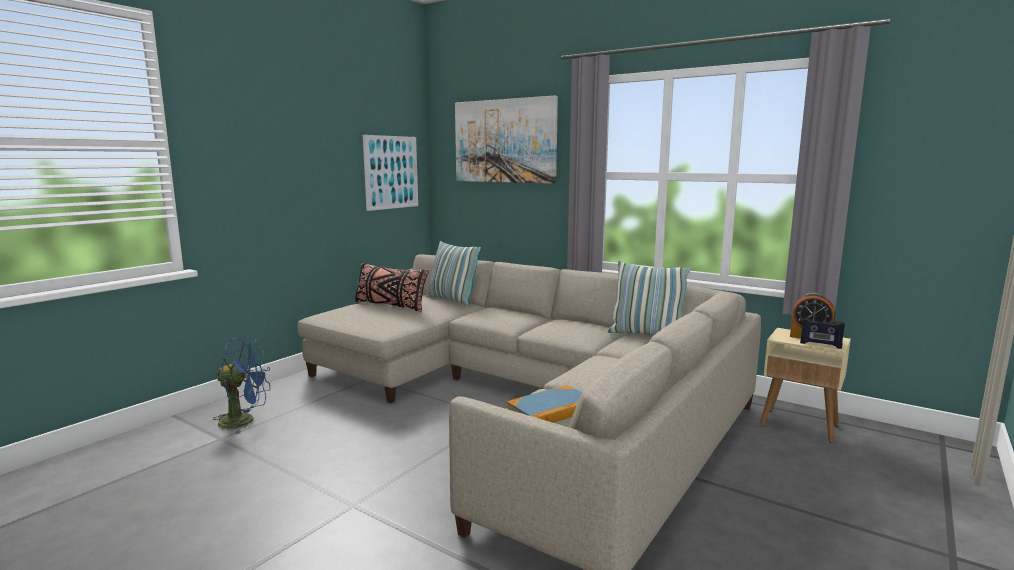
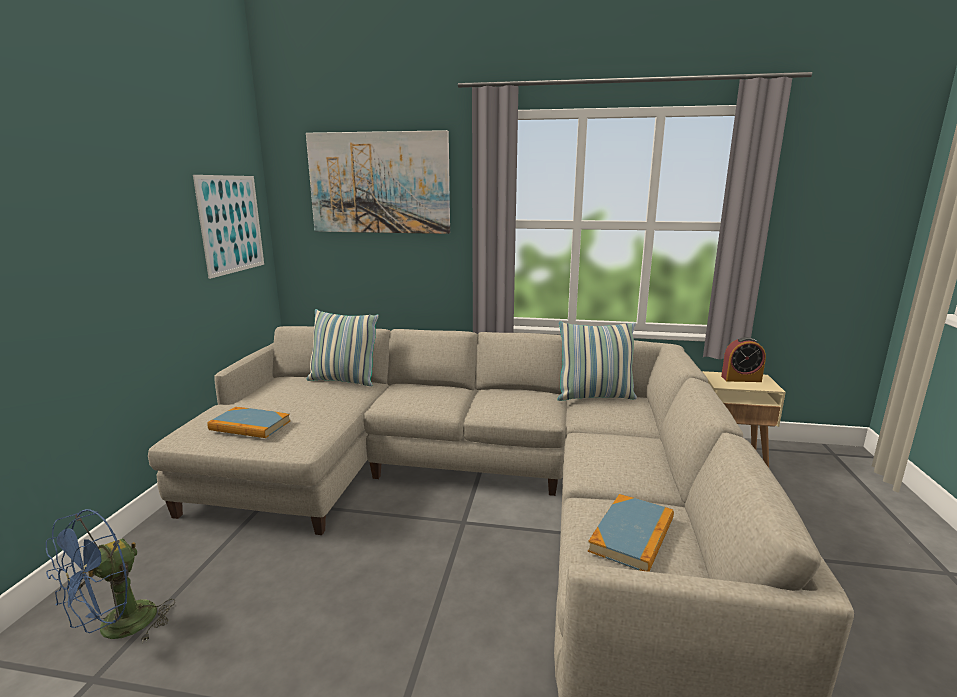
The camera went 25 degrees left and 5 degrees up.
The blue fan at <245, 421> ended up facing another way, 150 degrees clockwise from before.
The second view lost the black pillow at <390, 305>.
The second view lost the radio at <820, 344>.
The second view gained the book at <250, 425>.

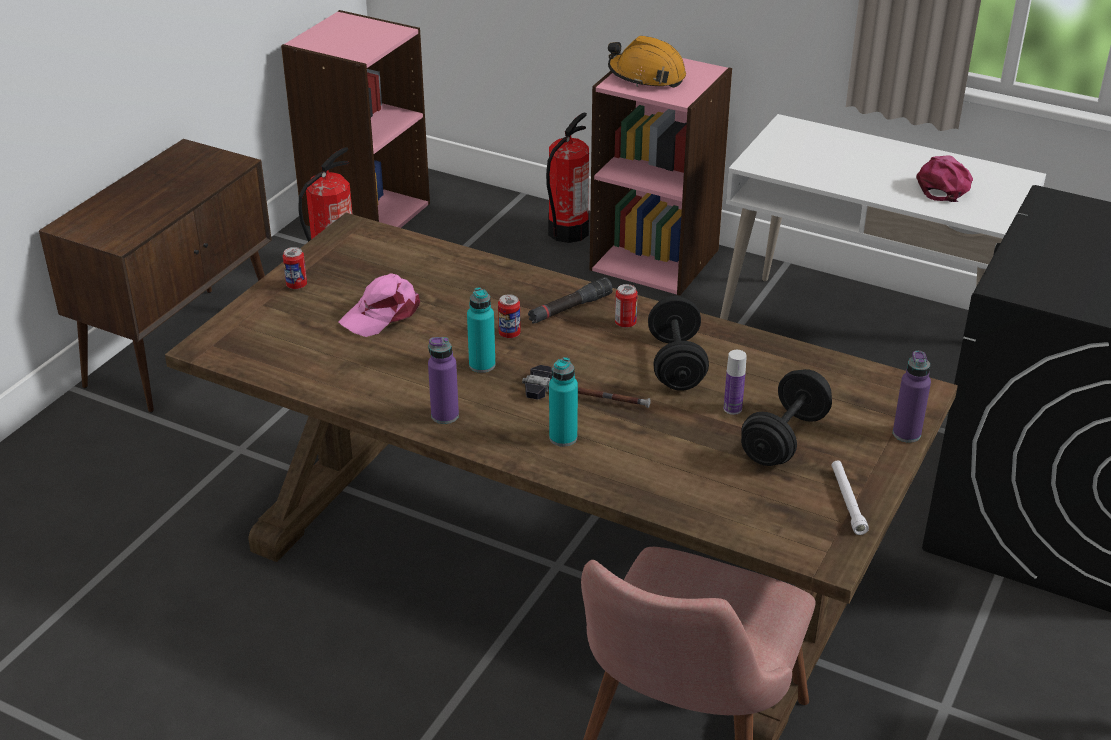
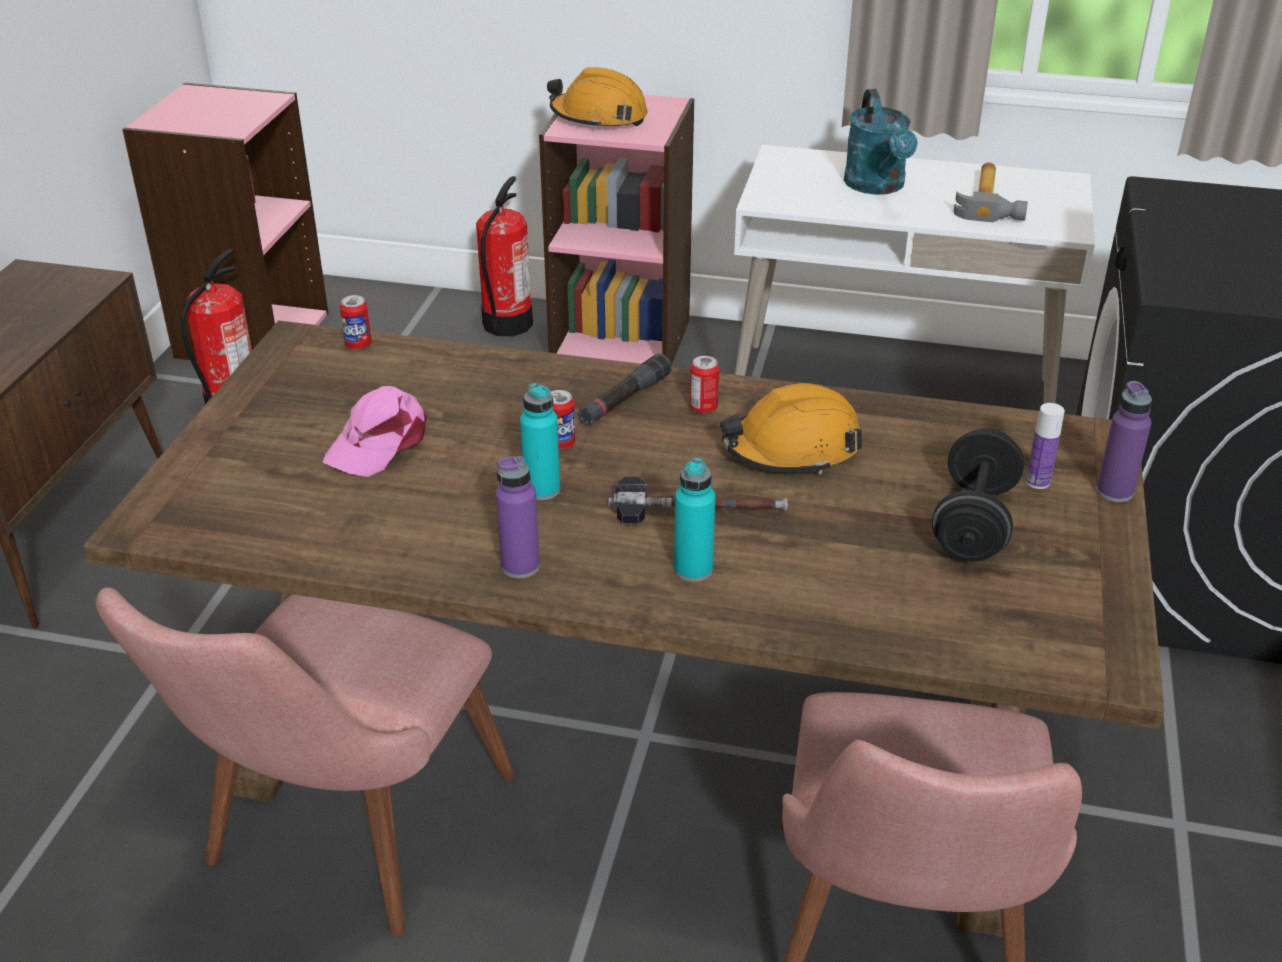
The camera went 15 degrees left and 0 degrees up.
The can ended up elsewhere, having gone from <296, 285> to <358, 345>.
Where the black dumbbell stood at <676, 364>, the orange hard hat came to stand at <791, 449>.
The bottle ended up elsewhere, having gone from <732, 409> to <1037, 482>.
The second view lost the white flashlight at <847, 501>.
Where the pink cap stood at <945, 185>, the hammer came to stand at <990, 199>.
The second view gained the pink chair at <341, 845>.
The second view gained the turquoise watering can at <878, 187>.

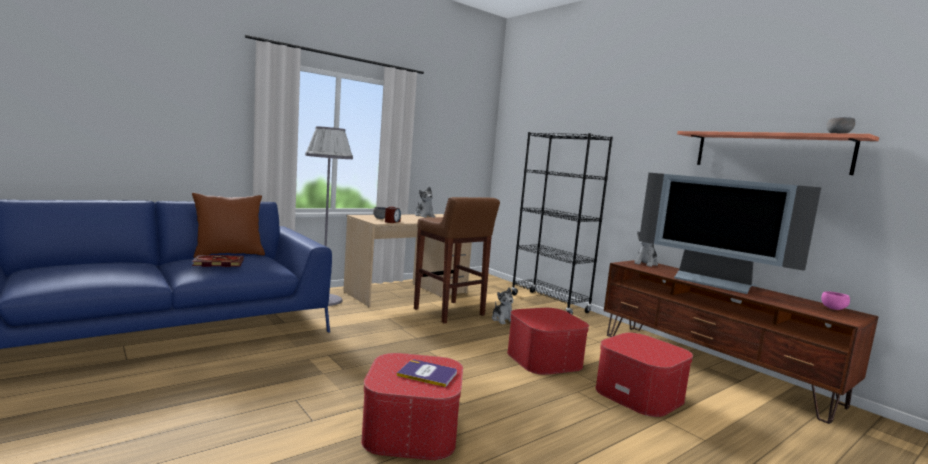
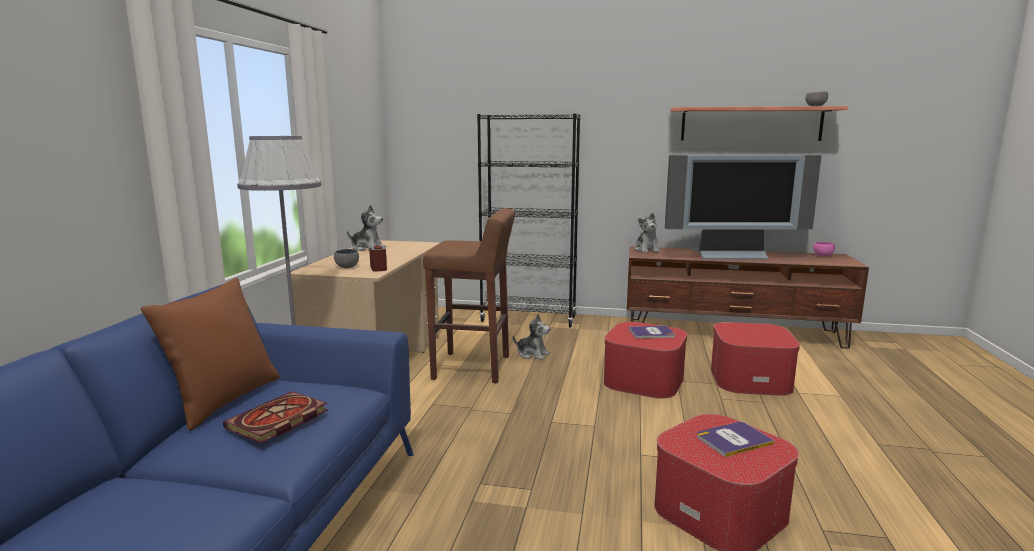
The camera went 40 degrees left and 5 degrees up.
The second view gained the book at <651, 333>.

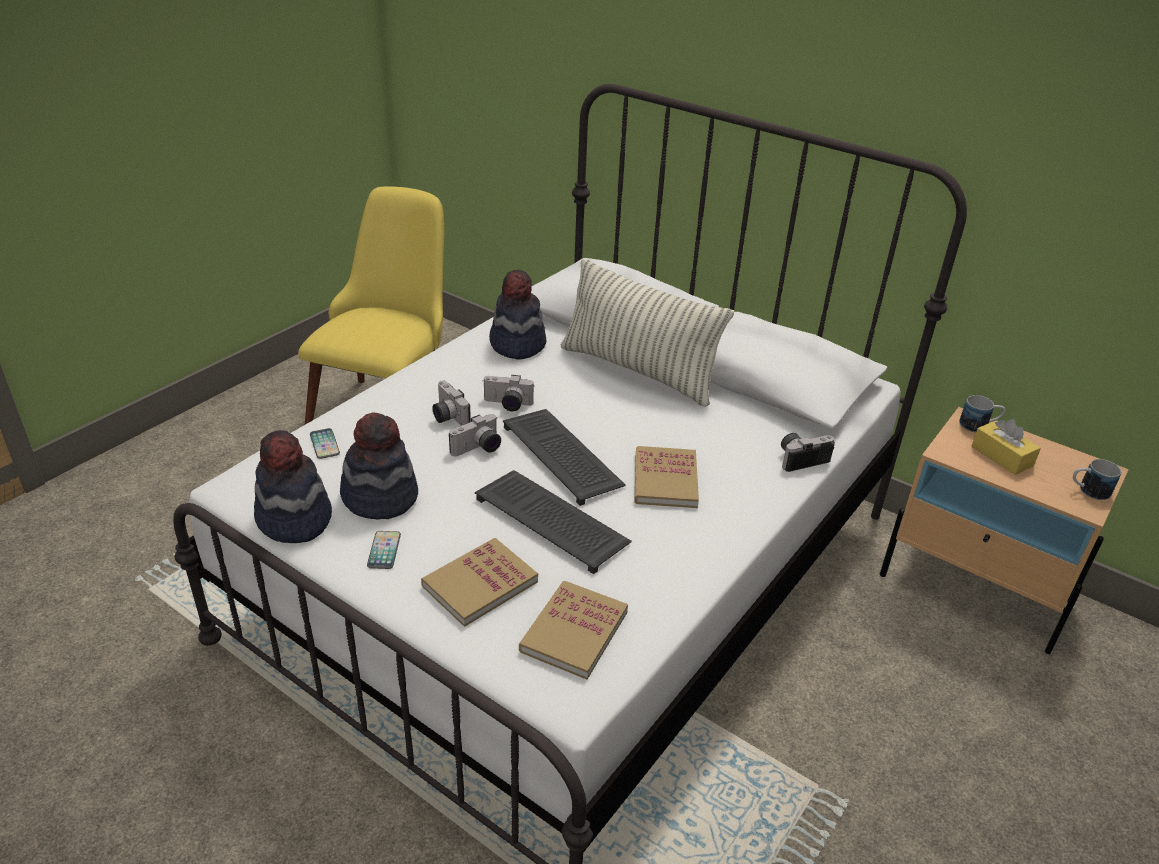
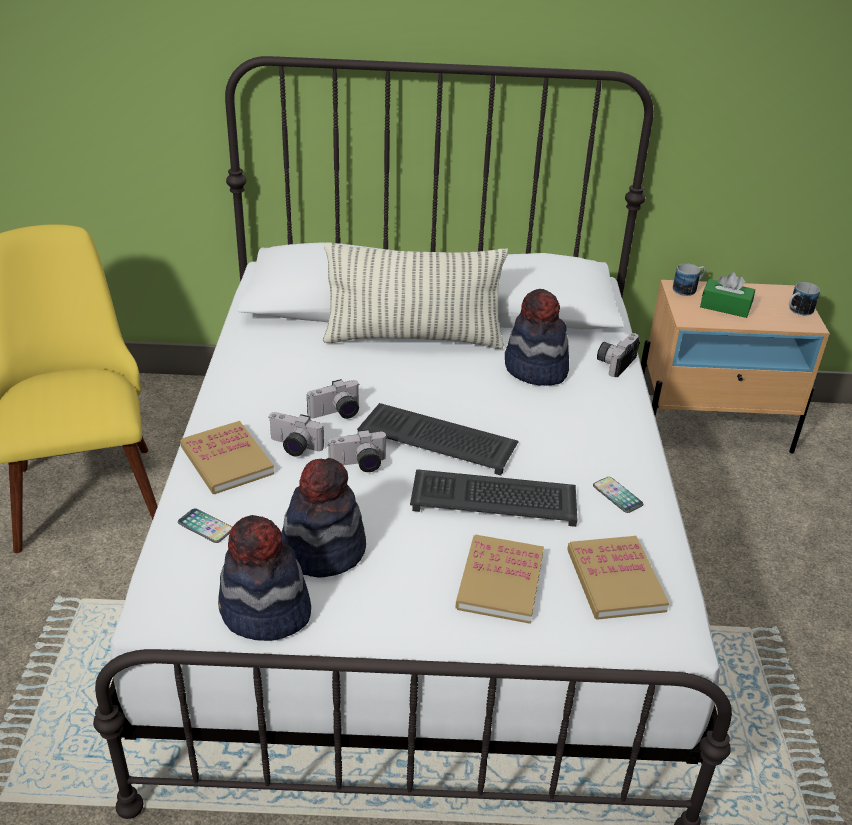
The camera went 35 degrees left and 0 degrees up.
The phone ended up elsewhere, having gone from <384, 550> to <617, 495>.
The photo camera at <478, 449> ended up facing another way, 60 degrees clockwise from before.
The hat ended up elsewhere, having gone from <517, 344> to <535, 369>.
The book ended up elsewhere, having gone from <665, 480> to <227, 460>.
What was the yellow tissue box at <1001, 456> turned into the green tissue box at <725, 307>.

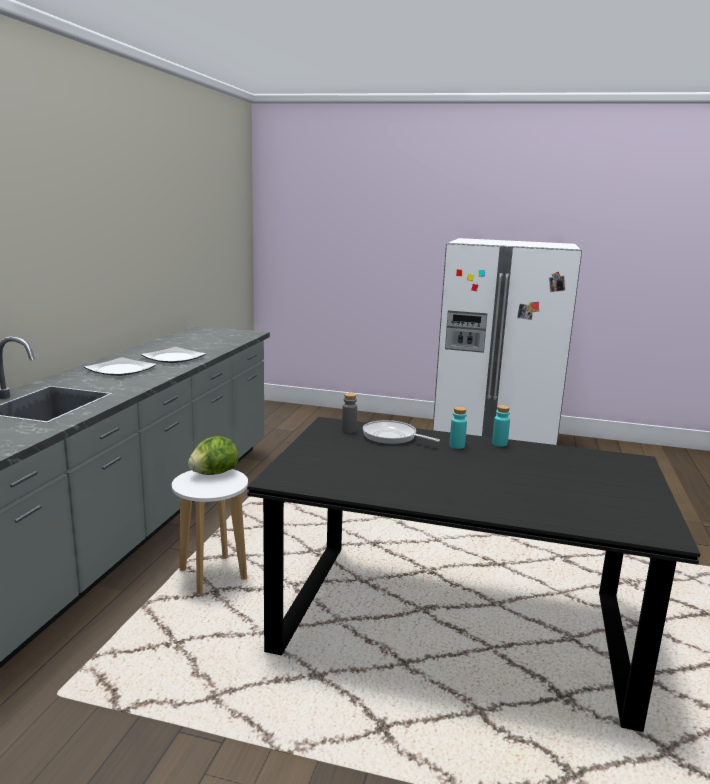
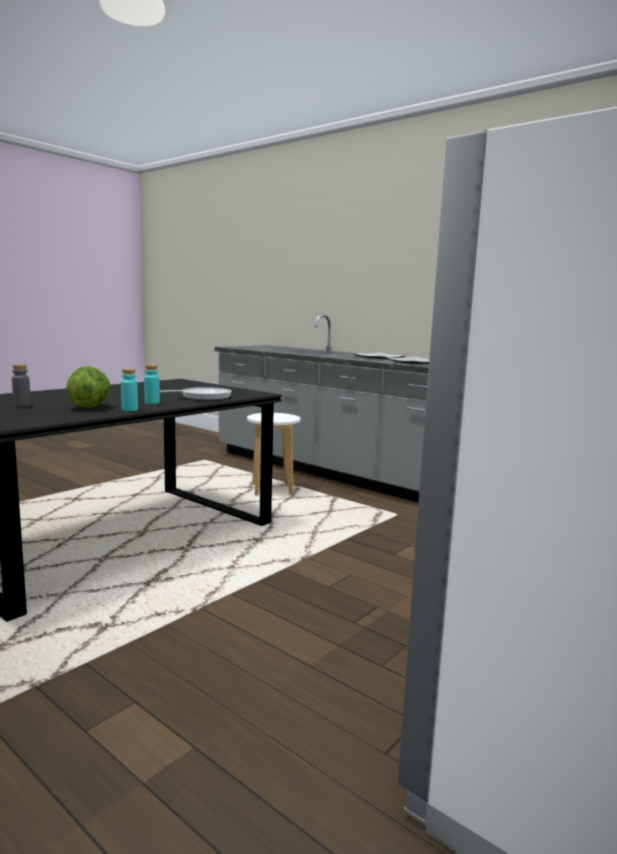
The camera went 115 degrees right and 5 degrees down.
The lettuce ended up elsewhere, having gone from <213, 473> to <89, 407>.
The grey bottle ended up elsewhere, having gone from <349, 430> to <22, 405>.

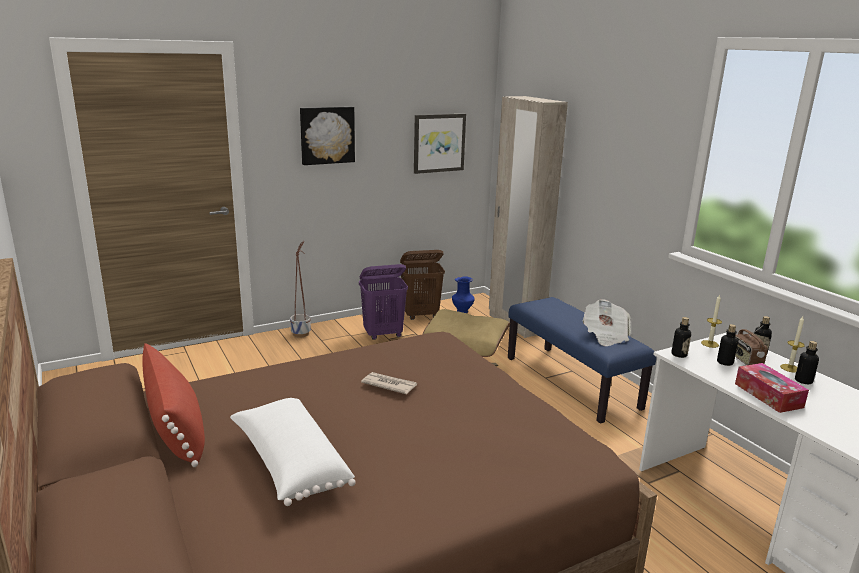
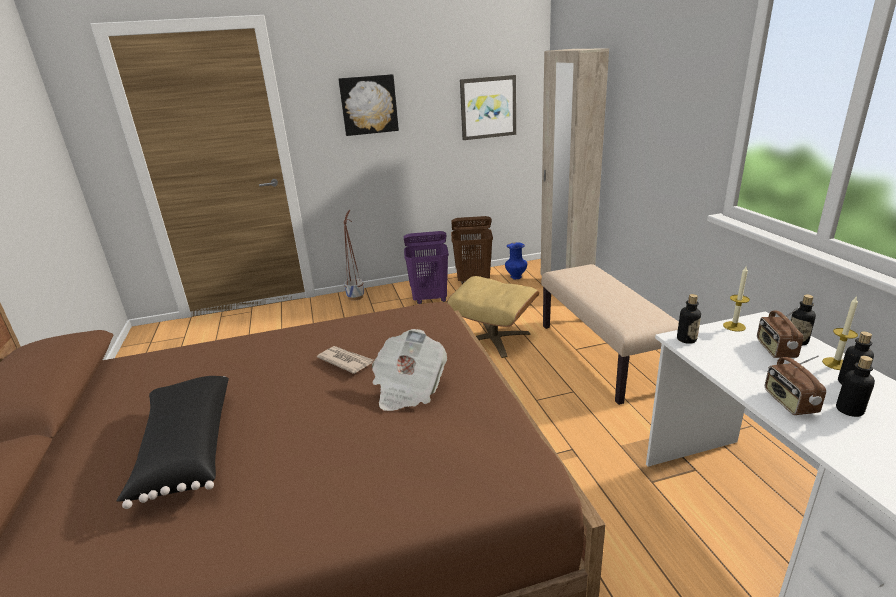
The camera went 15 degrees right and 5 degrees up.
The second view lost the red pillow at <176, 428>.
What was the white pillow at <289, 464> turned into the black pillow at <186, 450>.
What was the blue bench at <572, 383> turned into the beige bench at <603, 356>.
The newspaper ended up elsewhere, having gone from <605, 335> to <408, 388>.
The bottle ended up elsewhere, having gone from <725, 362> to <849, 410>.
Where the tissue box stood at <768, 395>, the radio came to stand at <789, 402>.

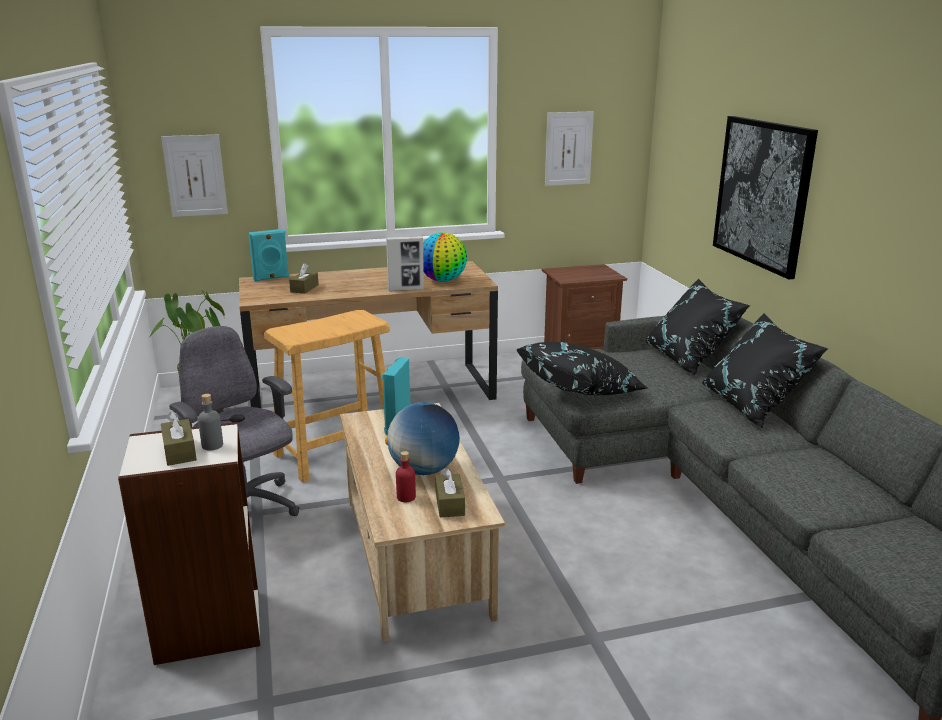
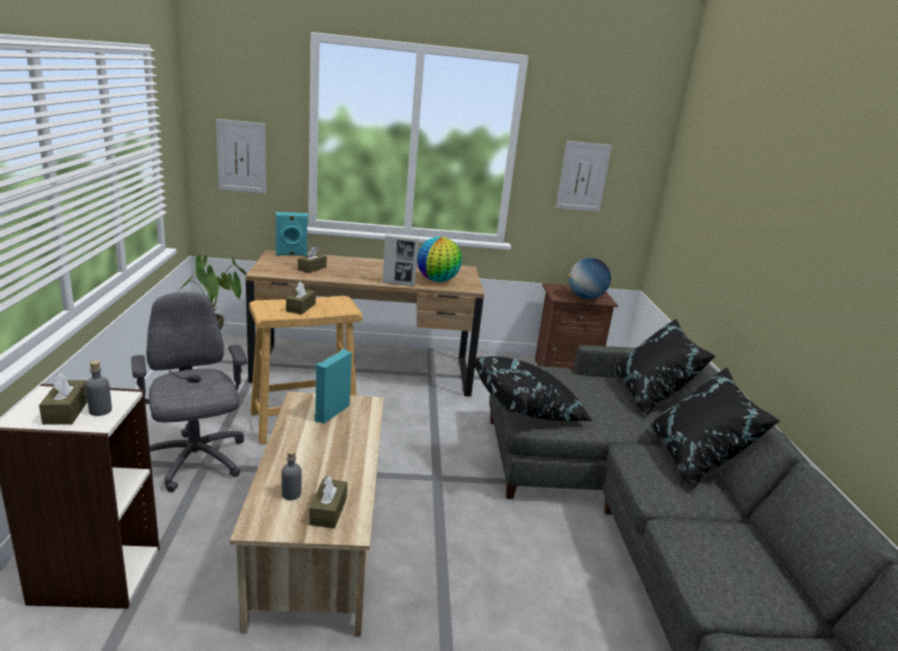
The camera went 10 degrees right and 0 degrees up.
The globe ended up elsewhere, having gone from <424, 470> to <585, 298>.
What was the red bottle at <406, 497> turned into the grey bottle at <291, 494>.
The second view lost the picture at <762, 193>.
The second view gained the brown tissue box at <301, 307>.

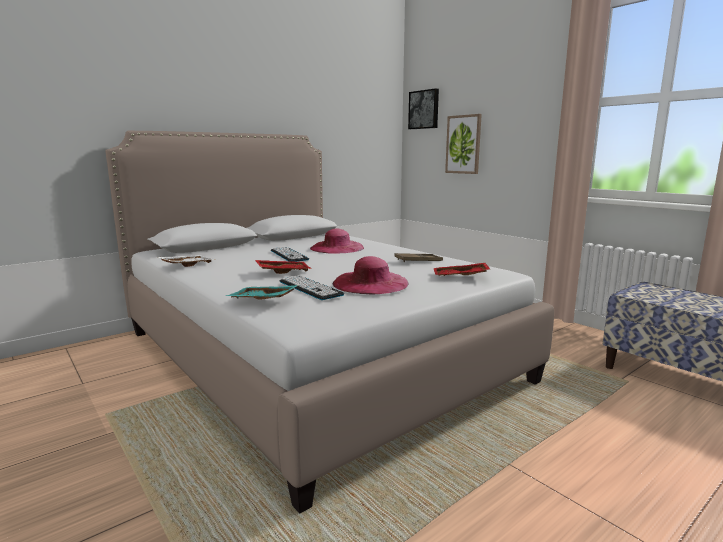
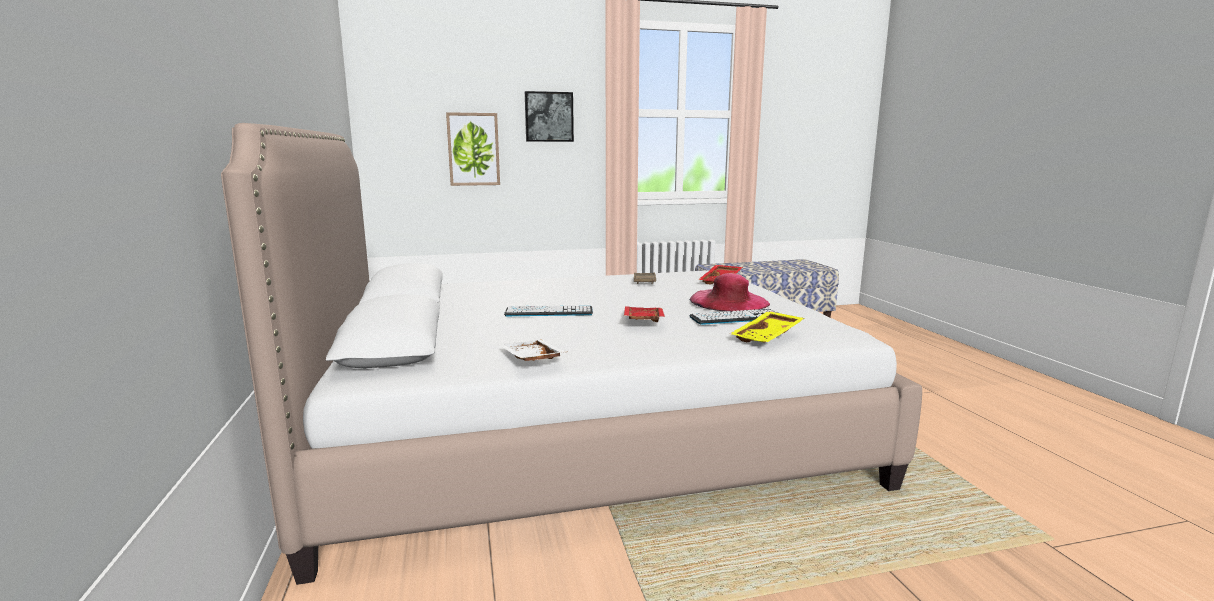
The camera went 65 degrees left and 0 degrees up.
What was the turquoise tray at <262, 300> turned into the yellow tray at <768, 336>.
The second view lost the pink hat at <337, 247>.
The picture ended up elsewhere, having gone from <424, 109> to <549, 117>.

